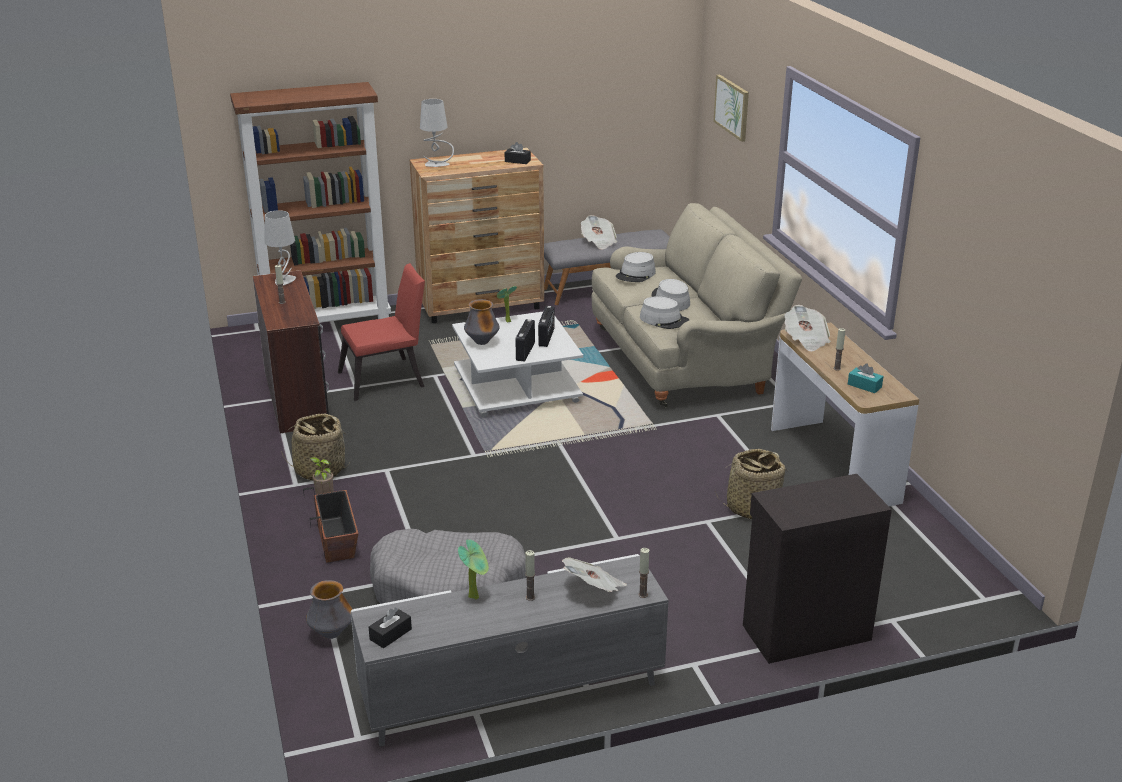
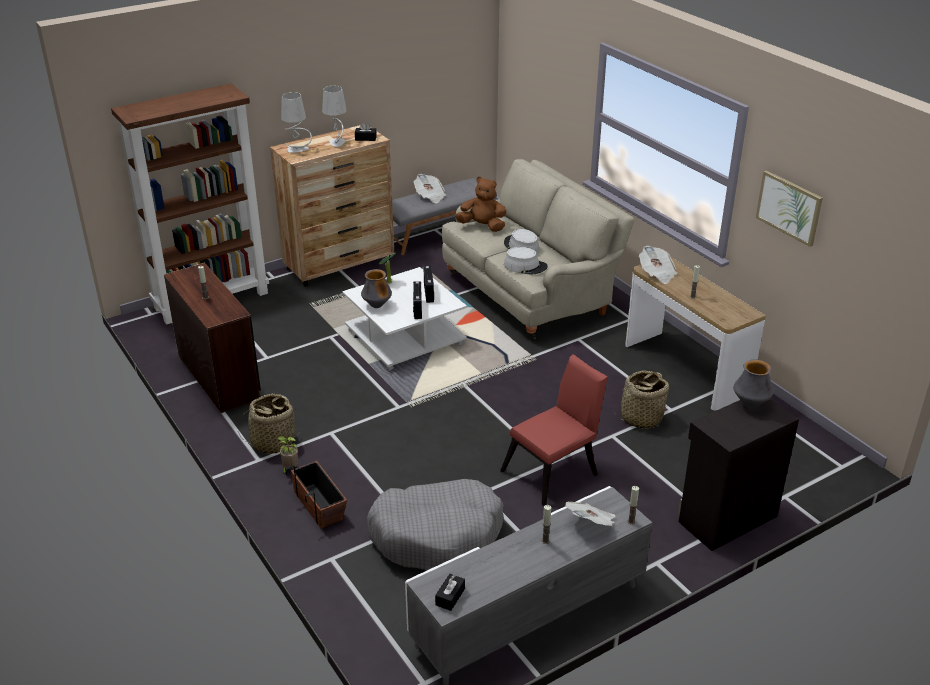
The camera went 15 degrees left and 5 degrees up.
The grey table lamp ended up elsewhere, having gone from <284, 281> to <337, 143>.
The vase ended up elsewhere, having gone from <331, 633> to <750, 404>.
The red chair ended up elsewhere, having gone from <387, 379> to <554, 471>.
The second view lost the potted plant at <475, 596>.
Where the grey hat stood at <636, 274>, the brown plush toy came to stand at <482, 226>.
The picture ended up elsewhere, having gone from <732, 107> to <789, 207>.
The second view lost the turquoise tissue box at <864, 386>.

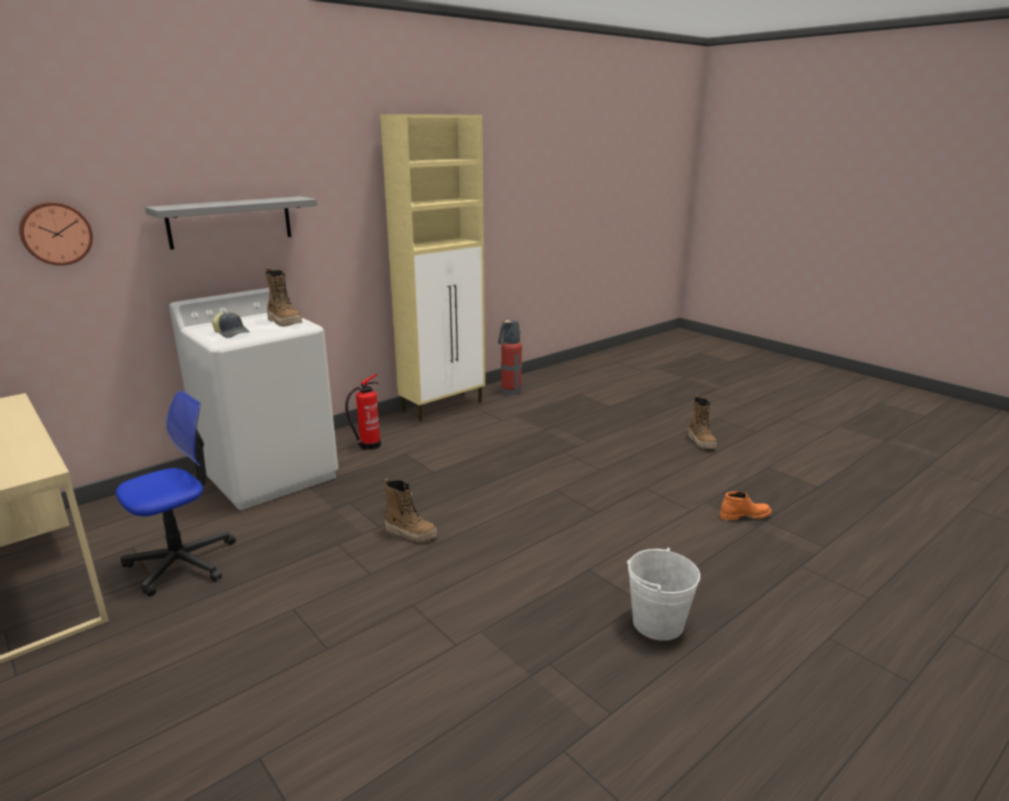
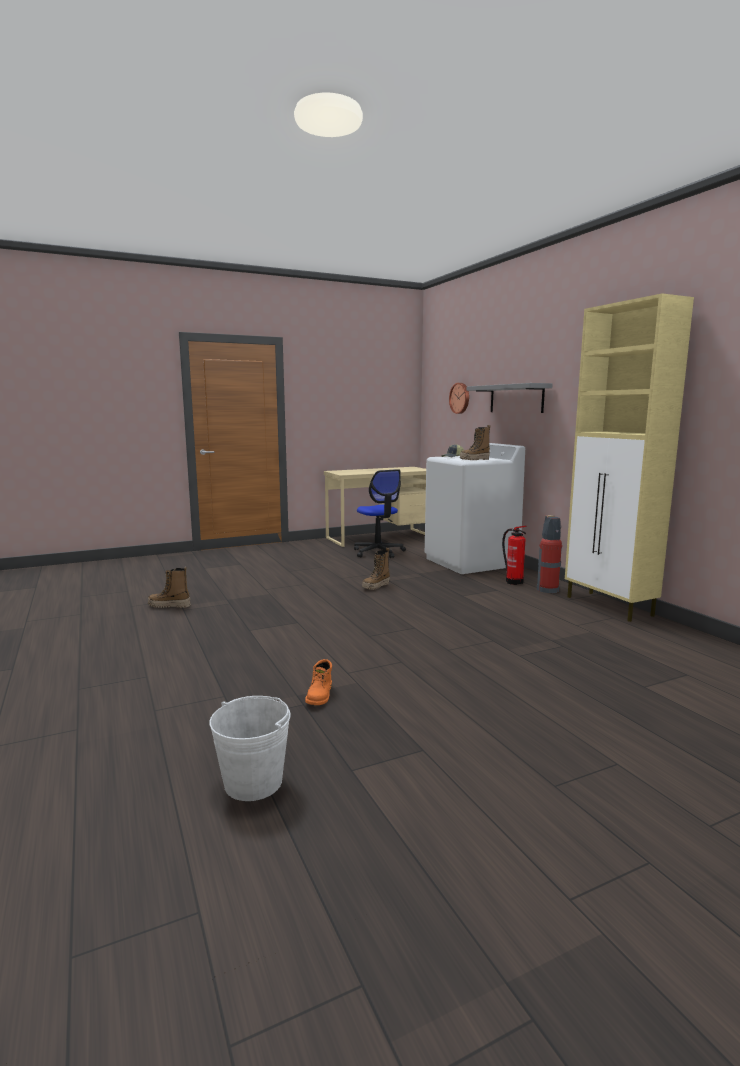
The camera went 105 degrees right and 10 degrees down.
The fire extinguisher ended up elsewhere, having gone from <510, 391> to <547, 589>.
The white bucket ended up elsewhere, having gone from <658, 623> to <253, 782>.
The boot ended up elsewhere, having gone from <701, 442> to <169, 606>.

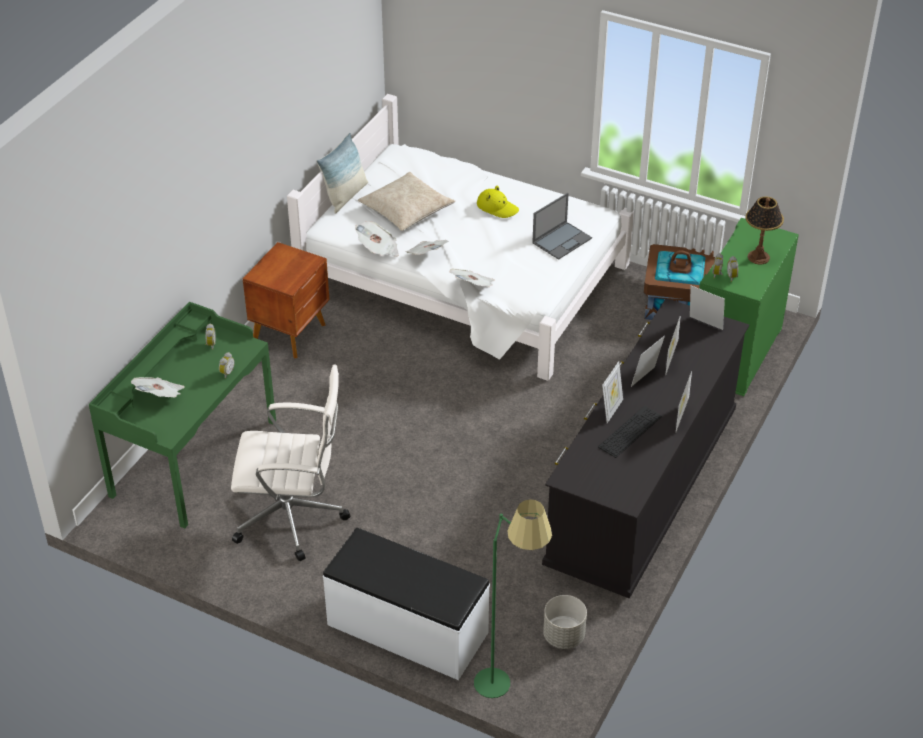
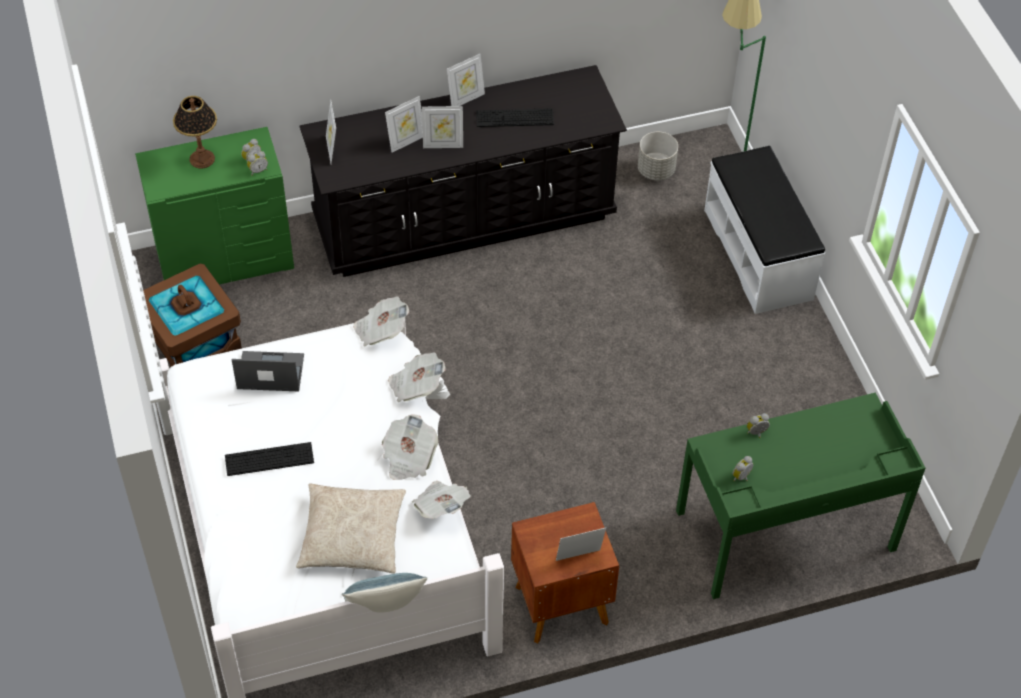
The camera went 135 degrees left and 10 degrees up.
The newspaper ended up elsewhere, having gone from <160, 396> to <381, 330>.
The second view lost the white office chair at <293, 517>.
Where the yellow hat stood at <497, 207>, the keyboard came to stand at <269, 459>.
The picture frame ended up elsewhere, having gone from <611, 410> to <579, 559>.

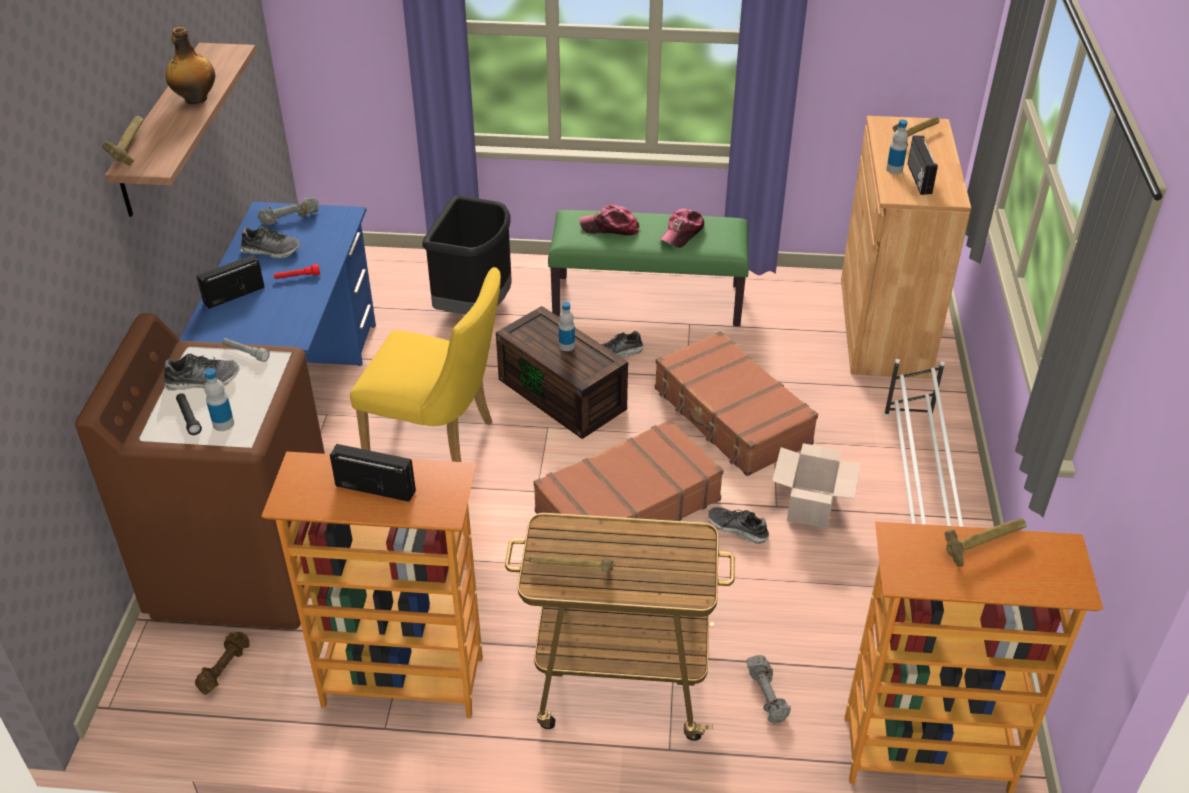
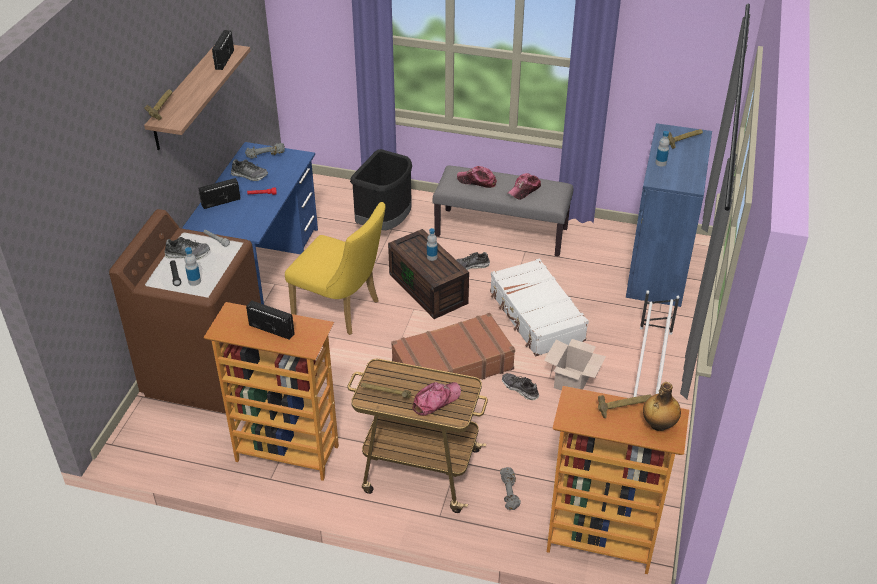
The camera went 10 degrees right and 0 degrees up.
The bottle ended up elsewhere, having gone from <195, 99> to <658, 425>.
The second view lost the brown dumbbell at <223, 669>.
What was the green bench at <648, 300> turned into the grey bench at <502, 232>.
What was the brown suitcase at <731, 417> turned into the white suitcase at <536, 316>.
What was the brown cabinet at <884, 326> turned into the blue cabinet at <658, 268>.
The radio ended up elsewhere, having gone from <918, 179> to <223, 59>.
The second view gained the cap at <436, 400>.

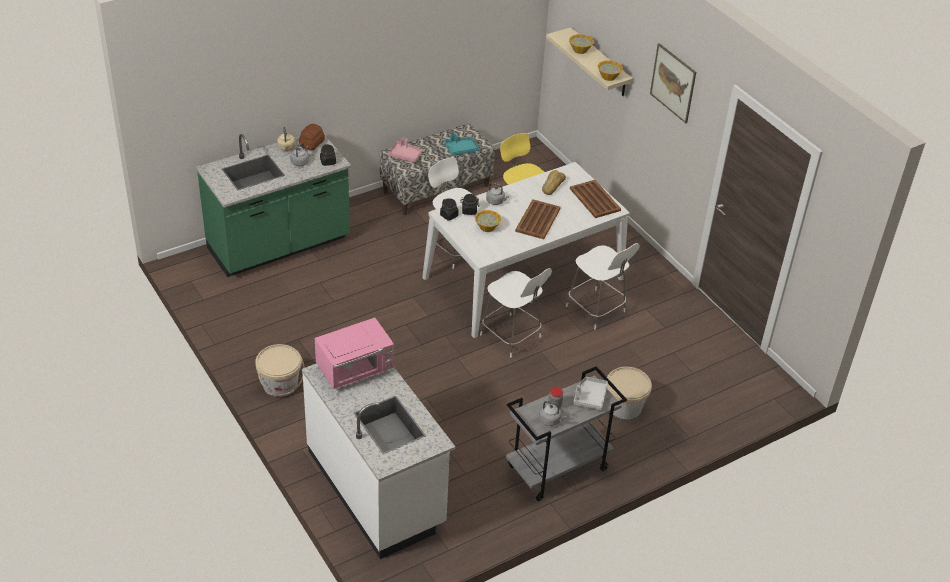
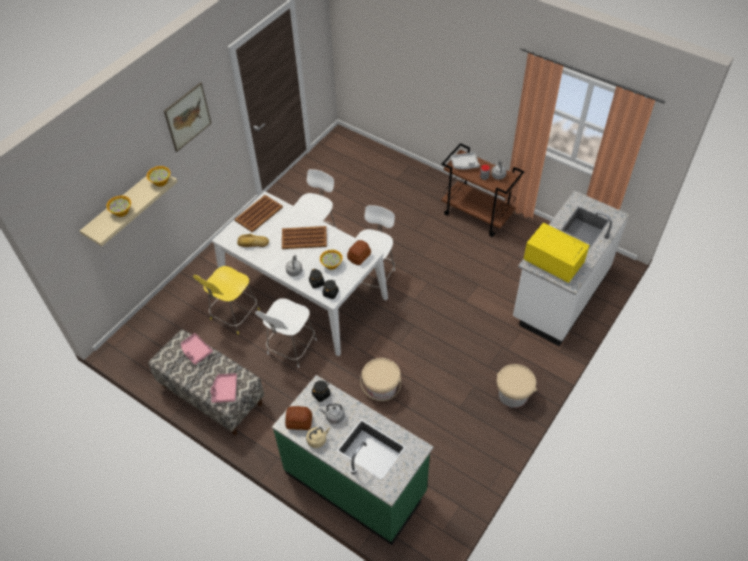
The camera went 110 degrees left and 10 degrees up.
What was the pink microwave at <356, 369> turned into the yellow microwave at <552, 263>.
What was the turquoise tray at <461, 149> turned into the pink tray at <196, 351>.
What was the grey cart at <557, 469> turned into the brown cart at <477, 215>.
The beige bucket ended up elsewhere, having gone from <624, 406> to <381, 388>.
The second view gained the bread at <359, 256>.

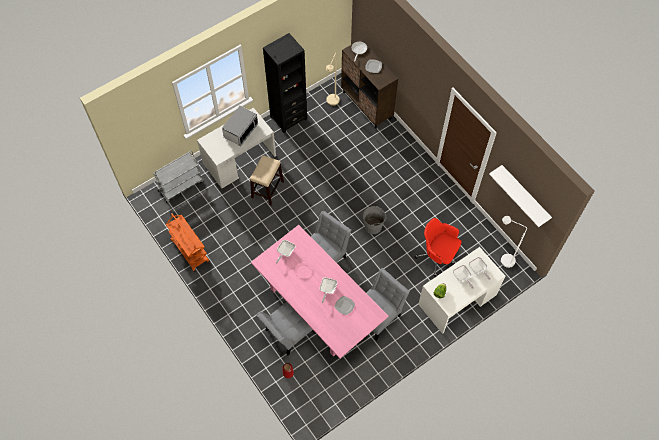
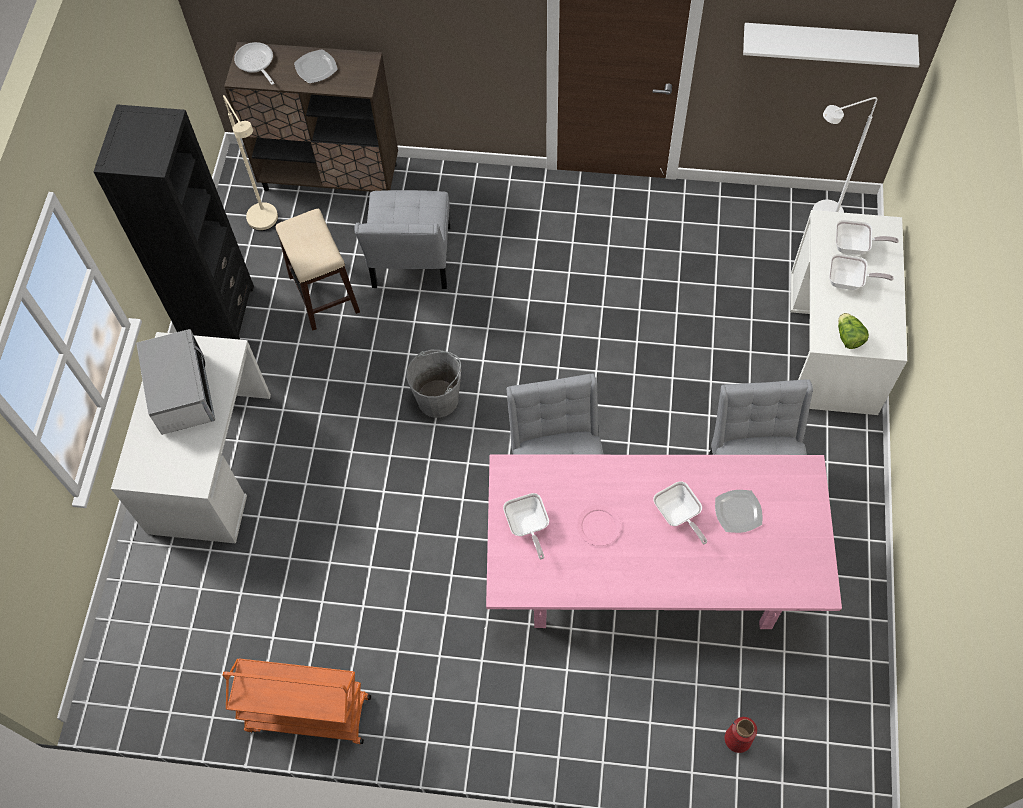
The camera went 45 degrees left and 0 degrees up.
The second view lost the grey cart at <181, 186>.
The stool ended up elsewhere, having gone from <267, 190> to <324, 295>.
The grey chair ended up elsewhere, having gone from <288, 333> to <411, 262>.
The grey bucket ended up elsewhere, having gone from <373, 226> to <438, 399>.
The second view lost the red office chair at <437, 256>.

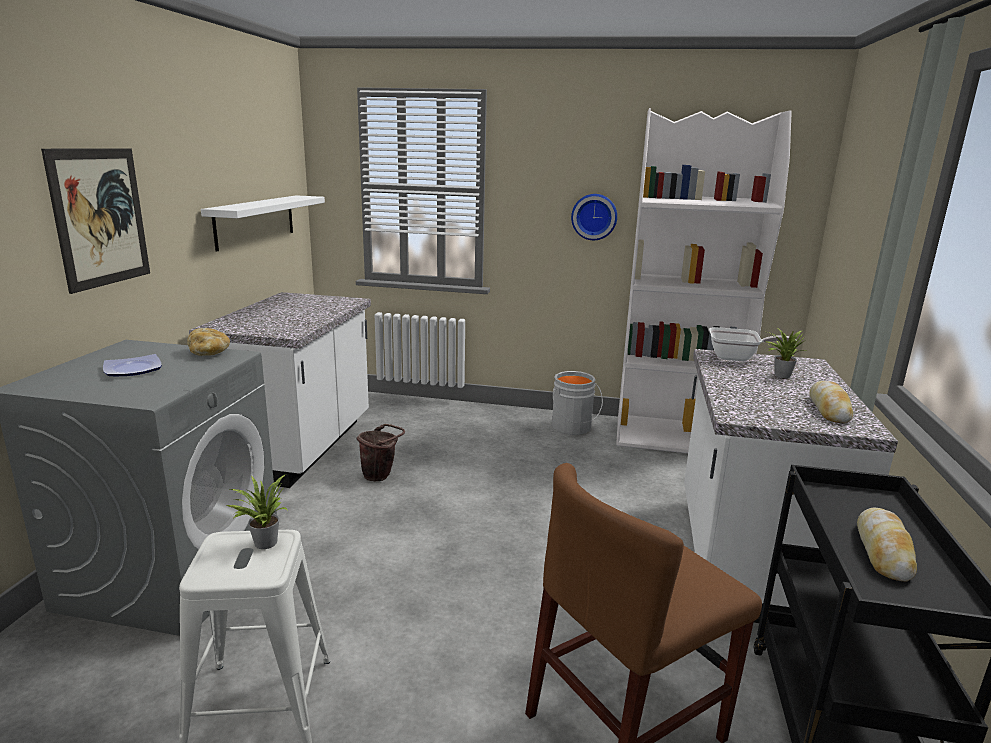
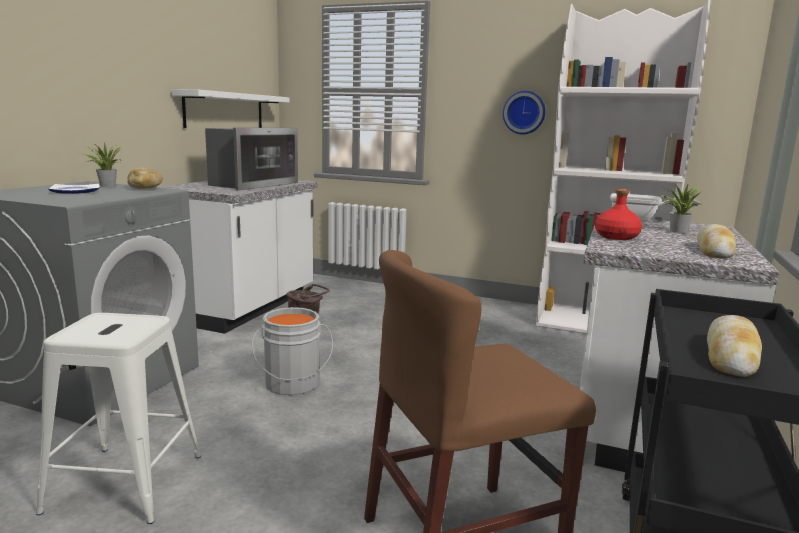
The camera went 10 degrees right and 5 degrees down.
The second view lost the picture at <100, 217>.
The potted plant ended up elsewhere, having gone from <263, 542> to <106, 185>.
The grey bucket ended up elsewhere, having gone from <572, 428> to <292, 385>.
The second view gained the microwave at <251, 184>.
The second view gained the red bottle at <617, 237>.

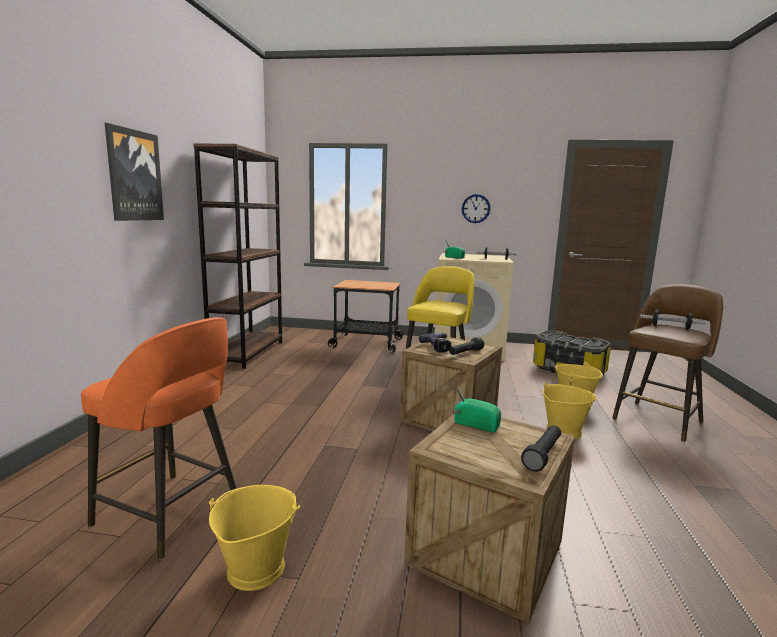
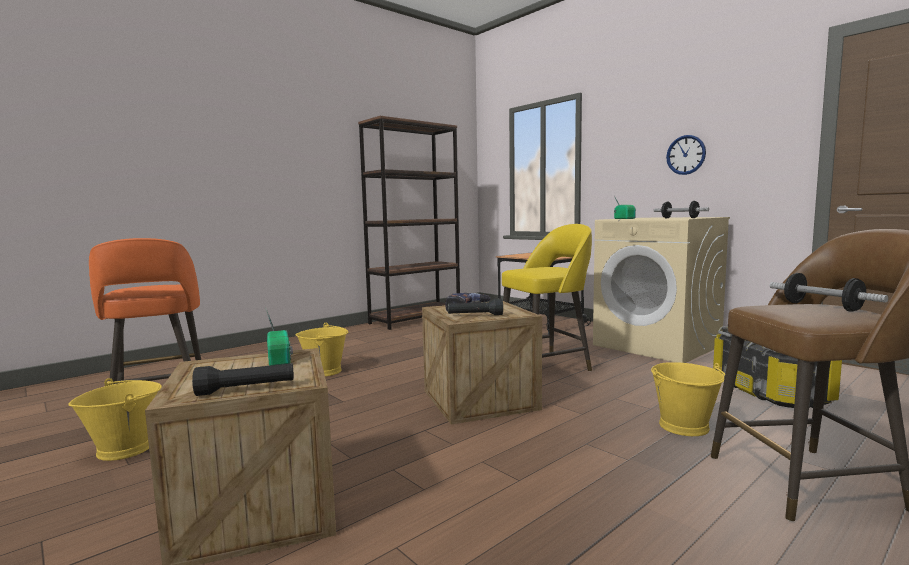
The camera went 40 degrees right and 5 degrees down.
The second view lost the picture at <134, 175>.
The yellow bucket ended up elsewhere, having gone from <563, 431> to <325, 371>.

